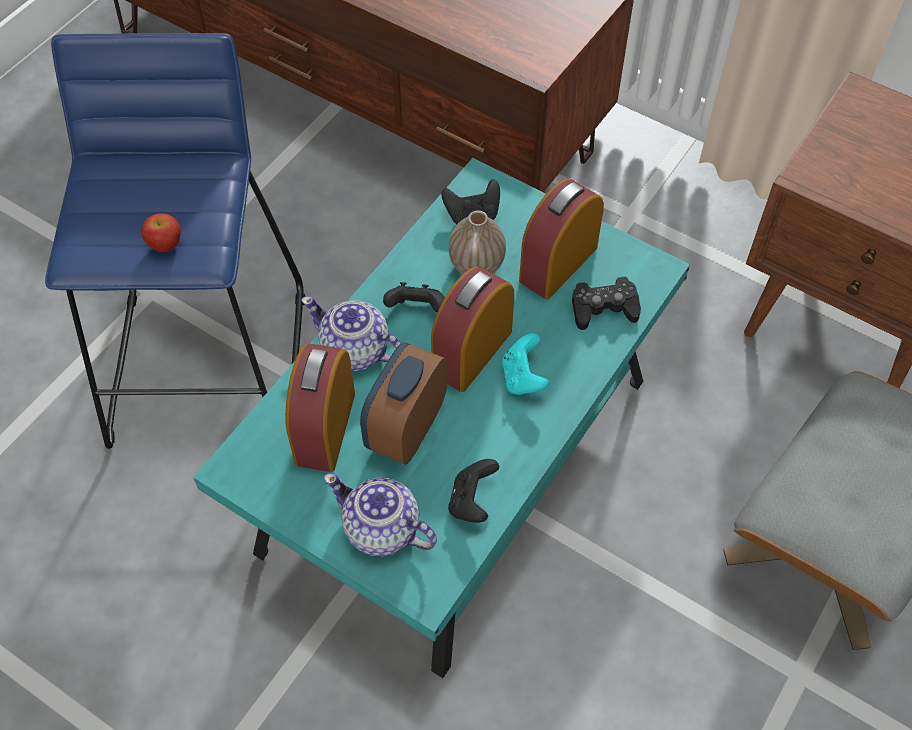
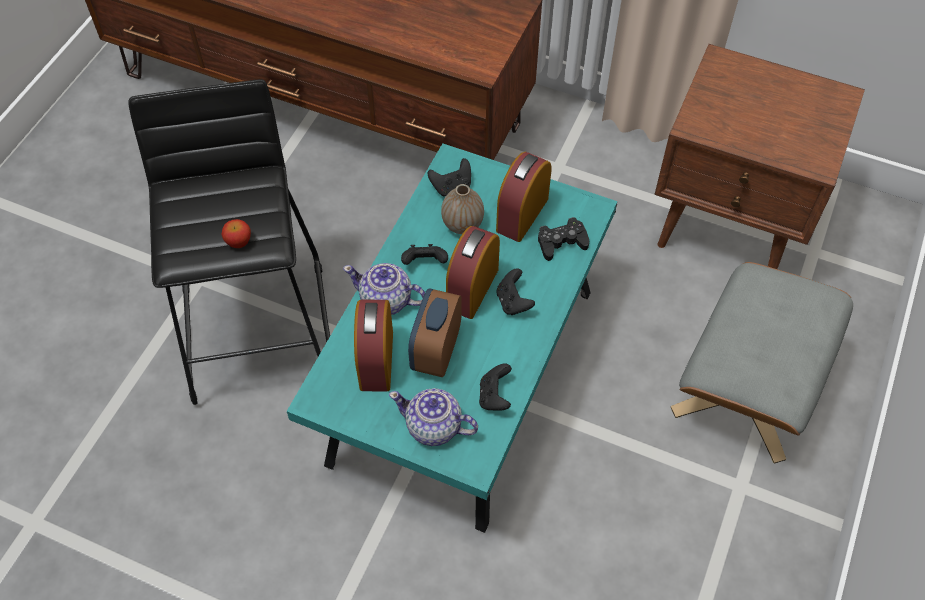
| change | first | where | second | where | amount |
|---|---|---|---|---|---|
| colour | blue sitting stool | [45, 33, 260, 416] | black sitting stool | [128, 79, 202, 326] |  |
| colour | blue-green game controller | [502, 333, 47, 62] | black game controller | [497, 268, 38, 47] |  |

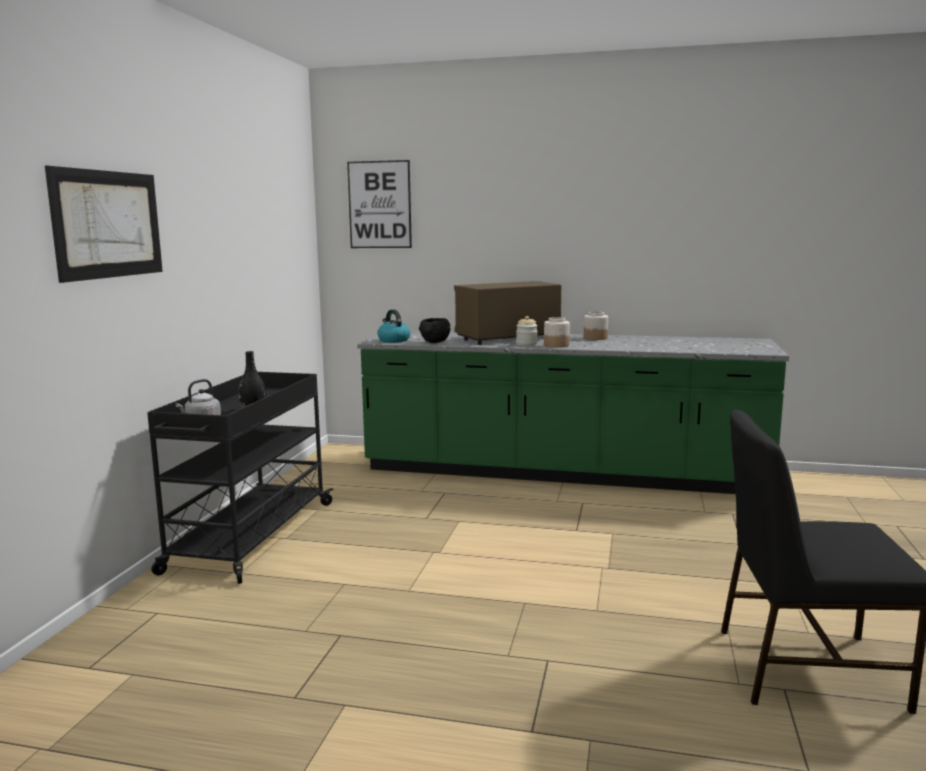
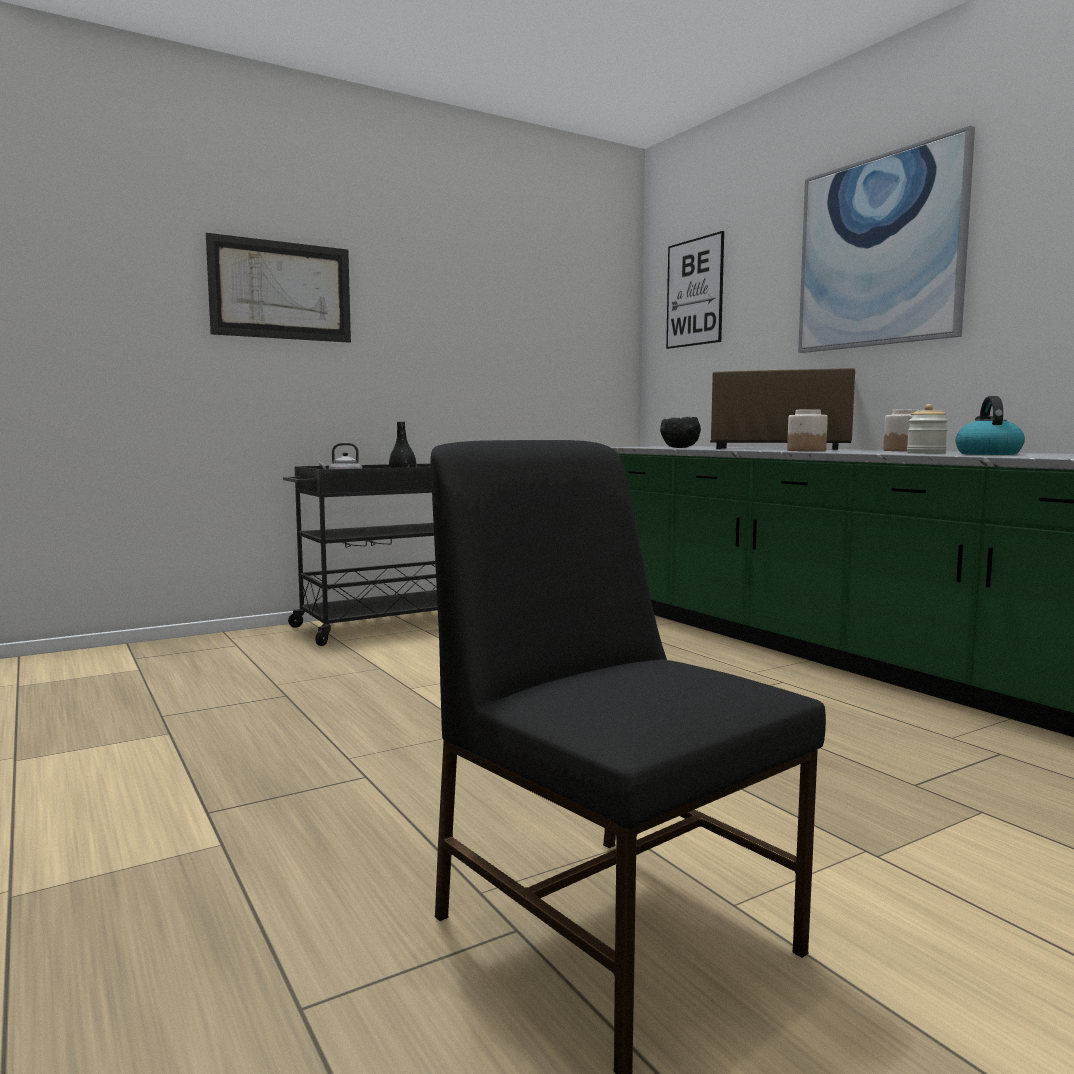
| change | first | where | second | where | amount |
|---|---|---|---|---|---|
| relocated | kettle | [378, 309, 32, 34] |  | [956, 396, 69, 59] |  |
| relocated | jar | [516, 316, 22, 30] |  | [907, 404, 41, 50] |  |
| appeared |  |  | wall picture | [798, 126, 177, 227] |  |

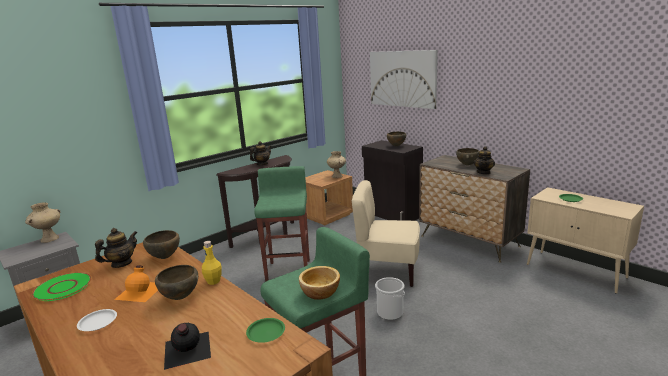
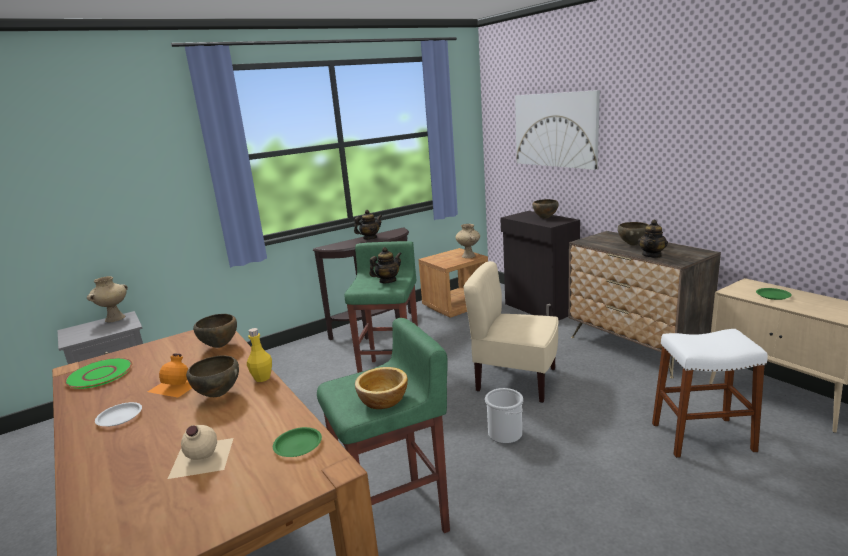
| change | first | where | second | where | amount |
|---|---|---|---|---|---|
| relocated | pot for tea | [95, 228, 43, 40] |  | [370, 247, 32, 36] |  |
| colour | black drink bottle | [164, 323, 47, 47] | beige drink bottle | [168, 425, 65, 54] |  |
| appeared |  |  | whitish sitting stool | [652, 329, 116, 129] |  |

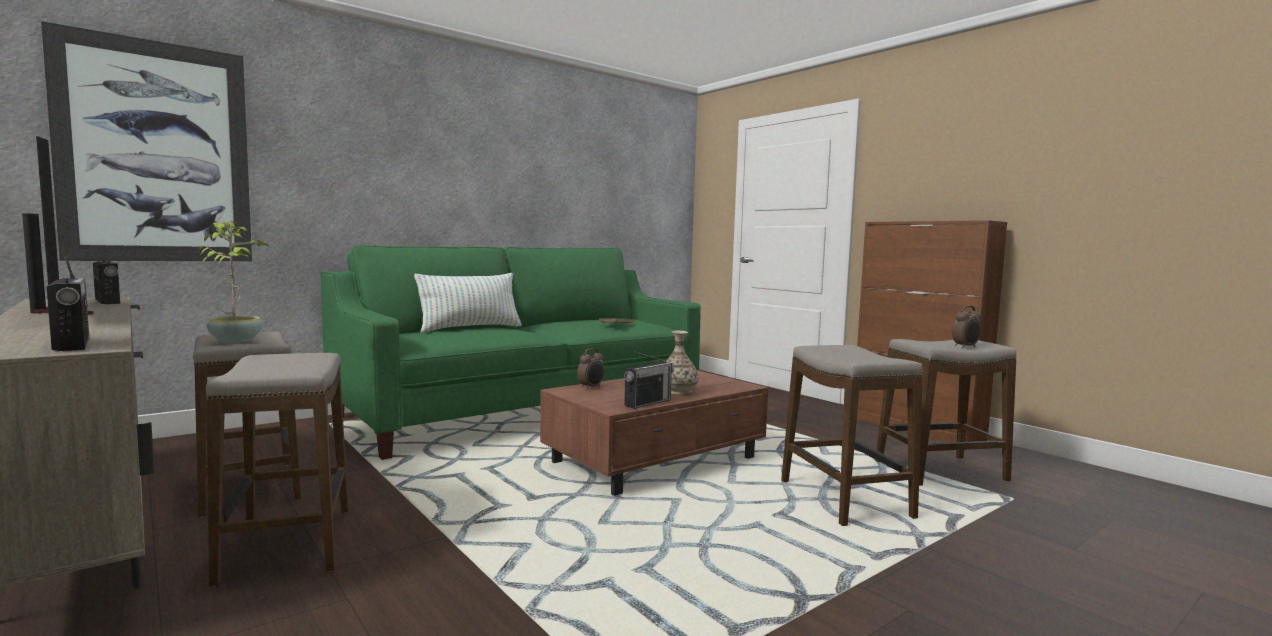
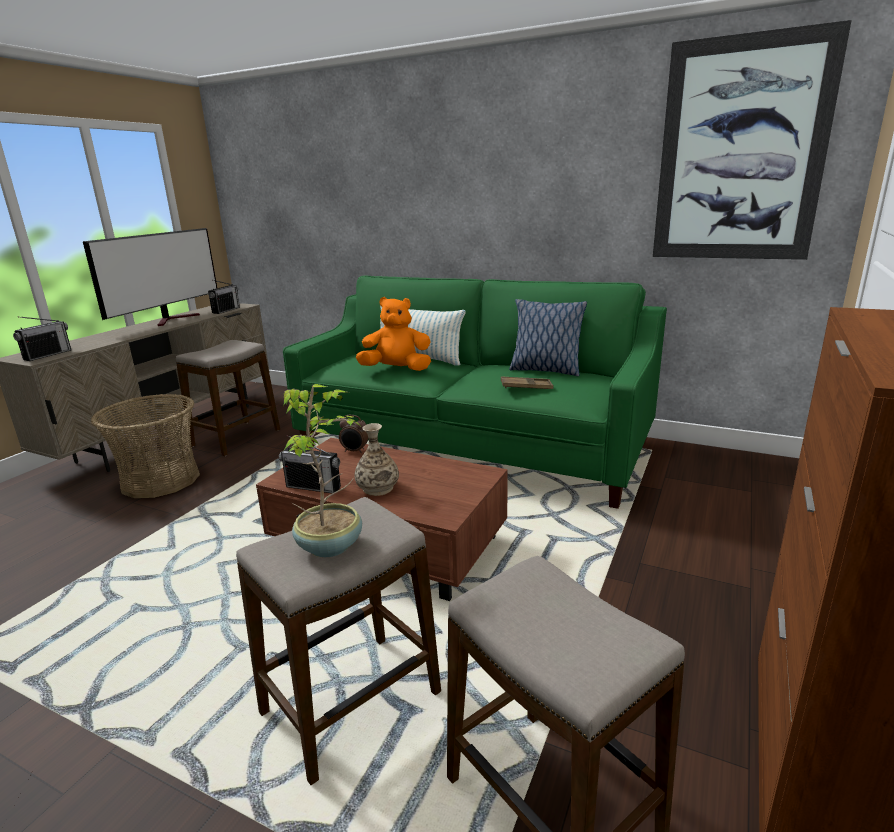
| change | first | where | second | where | amount |
|---|---|---|---|---|---|
| relocated | wall picture | [41, 21, 211, 240] |  | [653, 20, 199, 240] |  |
| relocated | houseplant | [199, 221, 70, 122] |  | [283, 384, 79, 173] |  |
| exchanged | sitting stool | [206, 353, 142, 234] | basket | [91, 394, 109, 104] |  |
| missing | alarm clock | [952, 306, 29, 42] |  |  |  |
| appeared |  |  | orange plush toy | [356, 297, 75, 74] |  |
| appeared |  |  | pillow | [509, 299, 78, 77] |  |

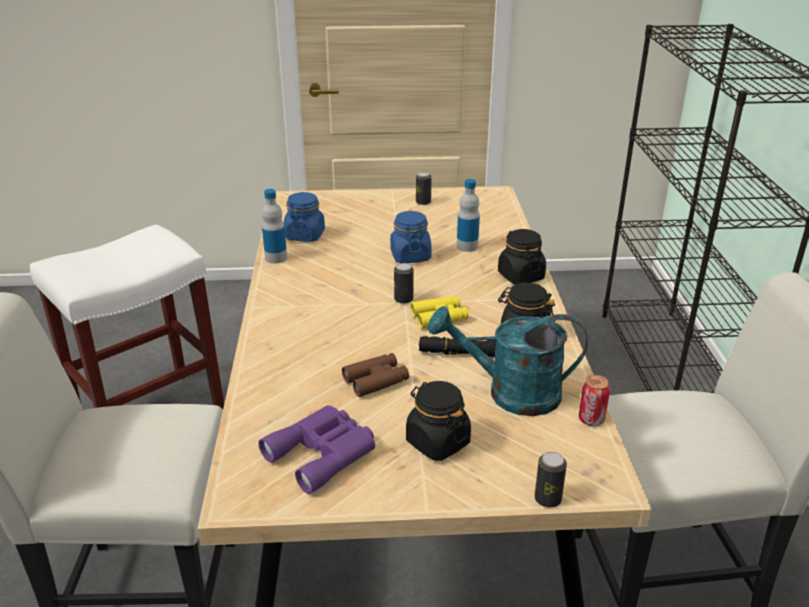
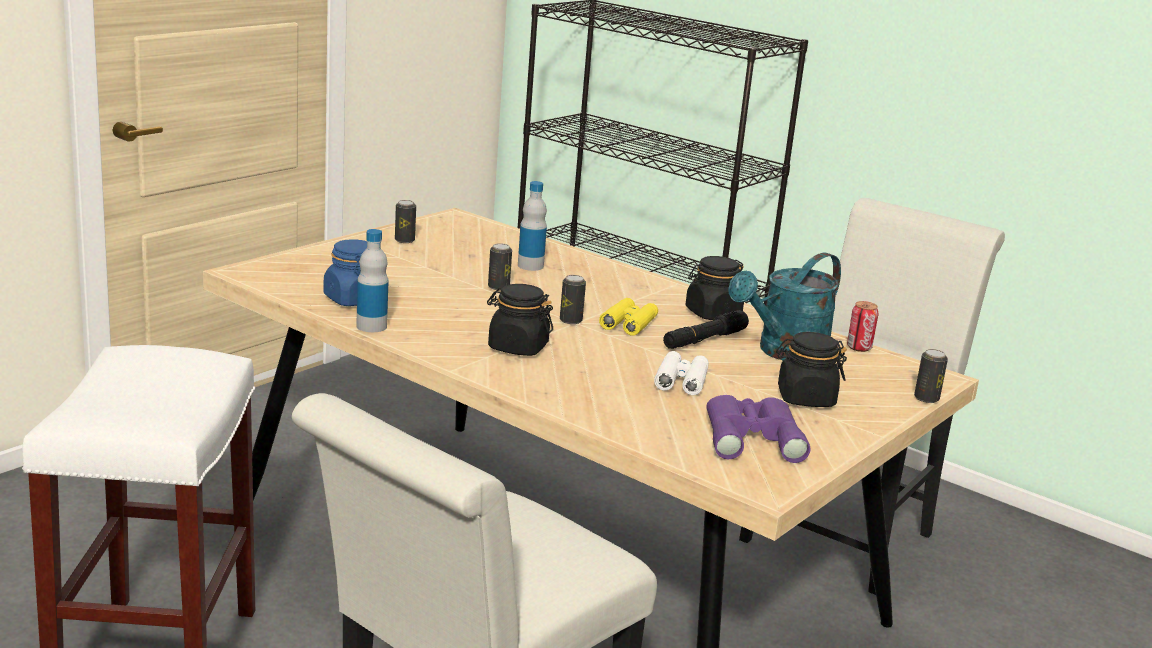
| change | first | where | second | where | amount |
|---|---|---|---|---|---|
| colour | brownish binoculars | [342, 353, 67, 44] | whitish binoculars | [654, 351, 55, 44] |  |
| exchanged | blue jar | [390, 211, 41, 52] | sealed can | [488, 243, 24, 47] |  |
| relocated | black jar | [498, 229, 48, 55] |  | [487, 284, 66, 72] |  |

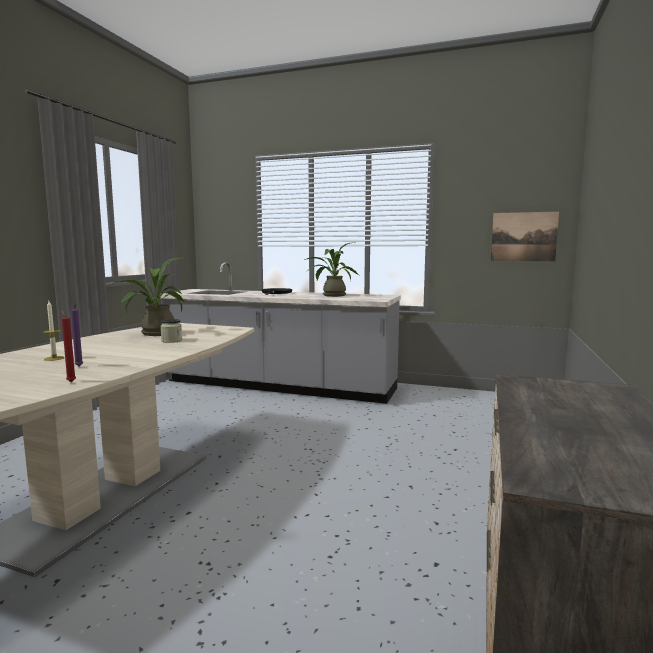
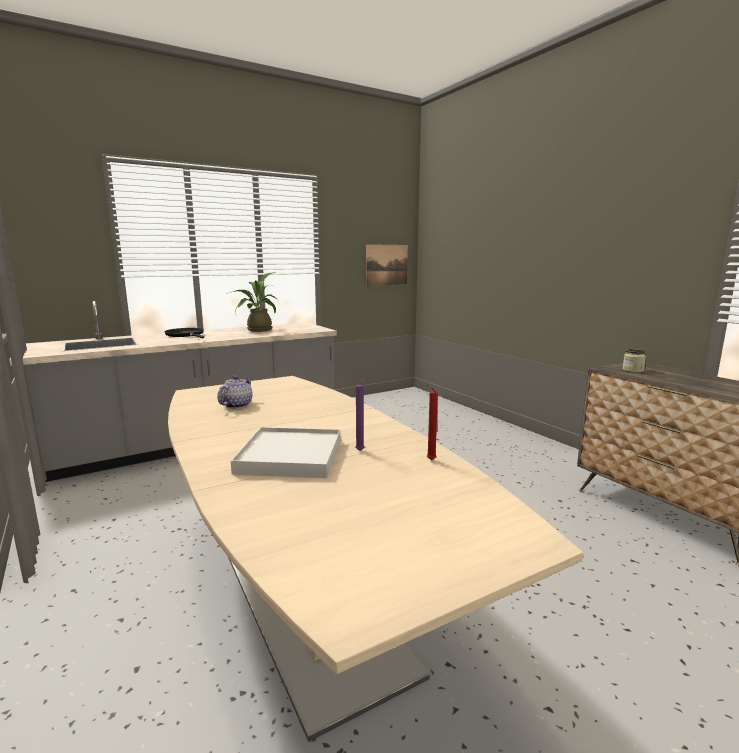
| change | first | where | second | where | amount |
|---|---|---|---|---|---|
| exchanged | candle | [43, 301, 22, 60] | whitish carrying tray | [231, 427, 110, 51] |  |
| exchanged | houseplant | [107, 257, 78, 79] | pot for tea | [217, 375, 36, 34] |  |
| relocated | jar | [160, 319, 22, 24] |  | [622, 349, 24, 23] |  |

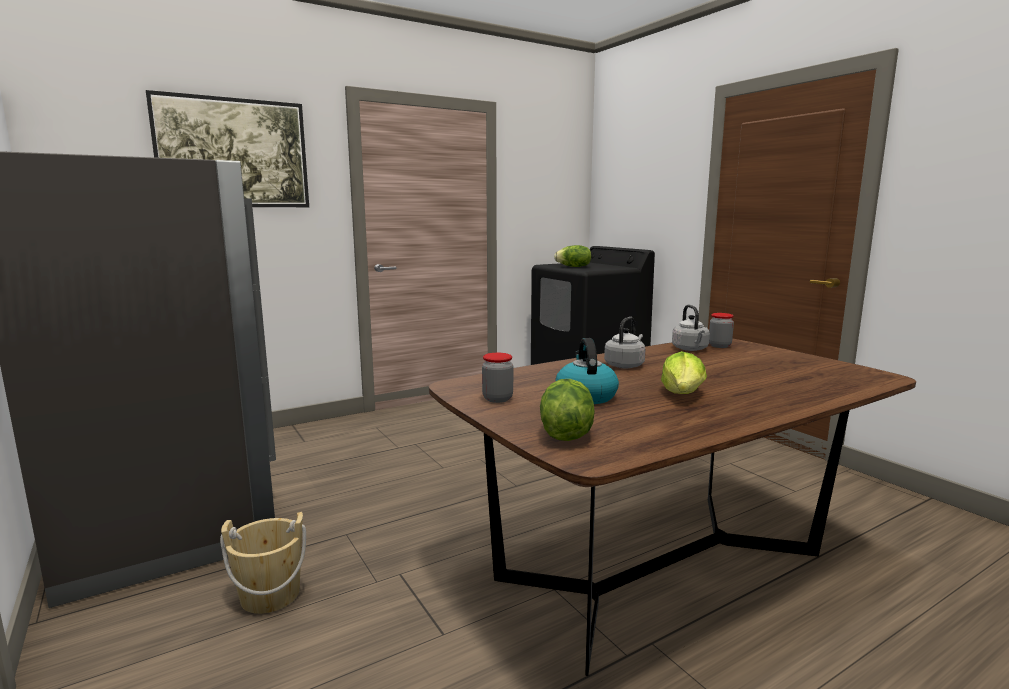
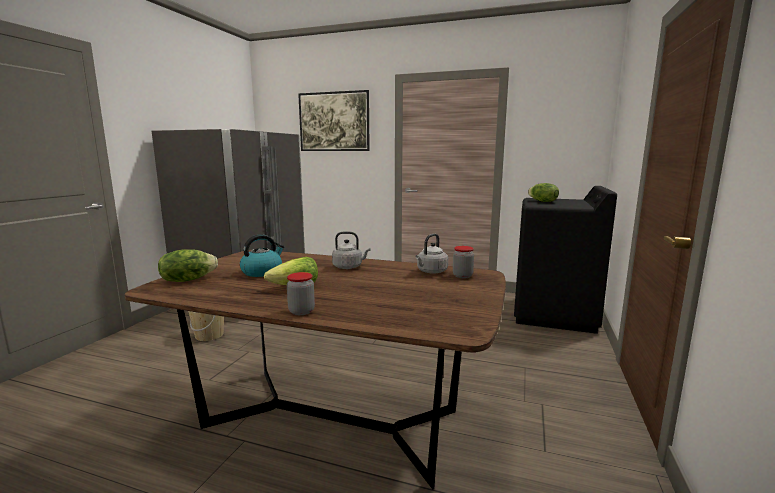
| change | first | where | second | where | amount |
|---|---|---|---|---|---|
| relocated | jar | [482, 353, 31, 50] |  | [287, 272, 28, 43] |  |

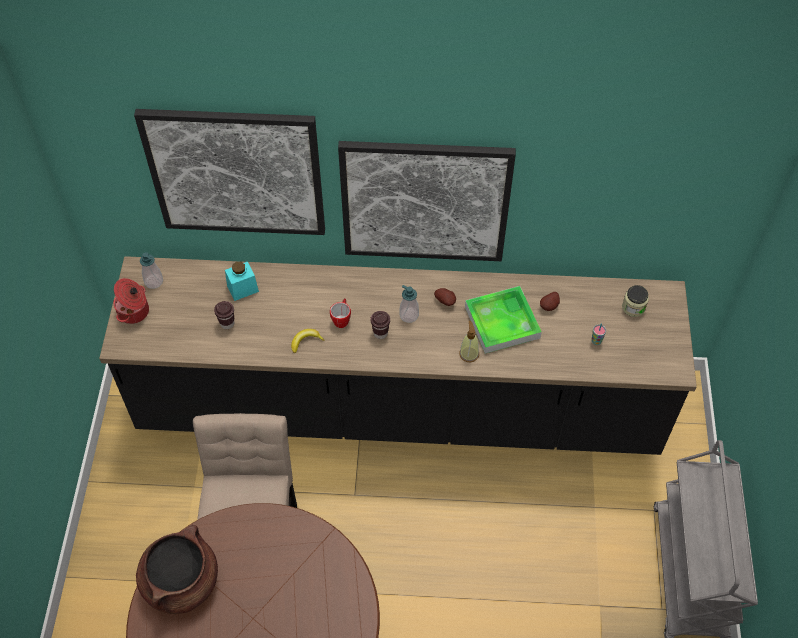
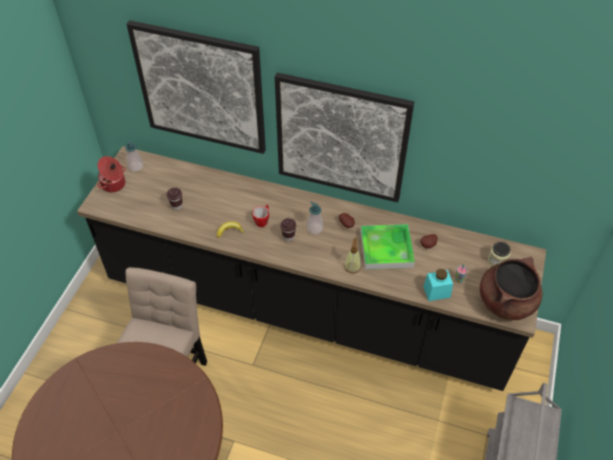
| change | first | where | second | where | amount |
|---|---|---|---|---|---|
| relocated | brownish cooking pot | [136, 525, 82, 89] |  | [480, 257, 62, 63] |  |
| relocated | blue-green jar | [225, 262, 34, 39] |  | [423, 269, 30, 32] |  |

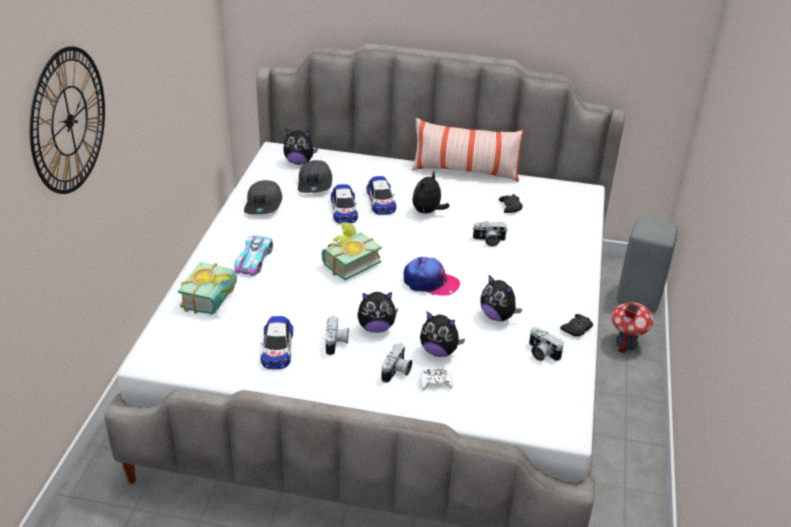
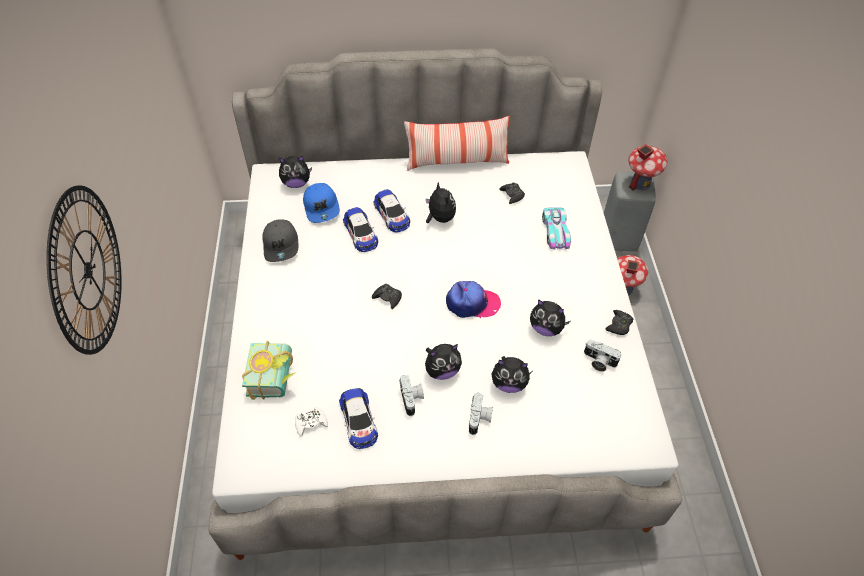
| change | first | where | second | where | amount |
|---|---|---|---|---|---|
| relocated | model car | [234, 236, 39, 40] |  | [542, 207, 29, 43] |  |
| colour | grey baseball cap | [298, 160, 34, 33] | blue baseball cap | [303, 183, 37, 40] |  |
| exchanged | volume | [322, 222, 60, 59] | black game controller | [372, 284, 30, 25] |  |
| spun | plush toy | [412, 171, 38, 43] |  | [426, 181, 30, 42] | 135 degrees clockwise |
| relocated | whitish game controller | [420, 367, 33, 24] |  | [295, 407, 33, 30] |  |
| missing | photo camera | [472, 221, 35, 25] |  |  |  |
| appeared |  |  | toy house | [629, 144, 39, 46] |  |

